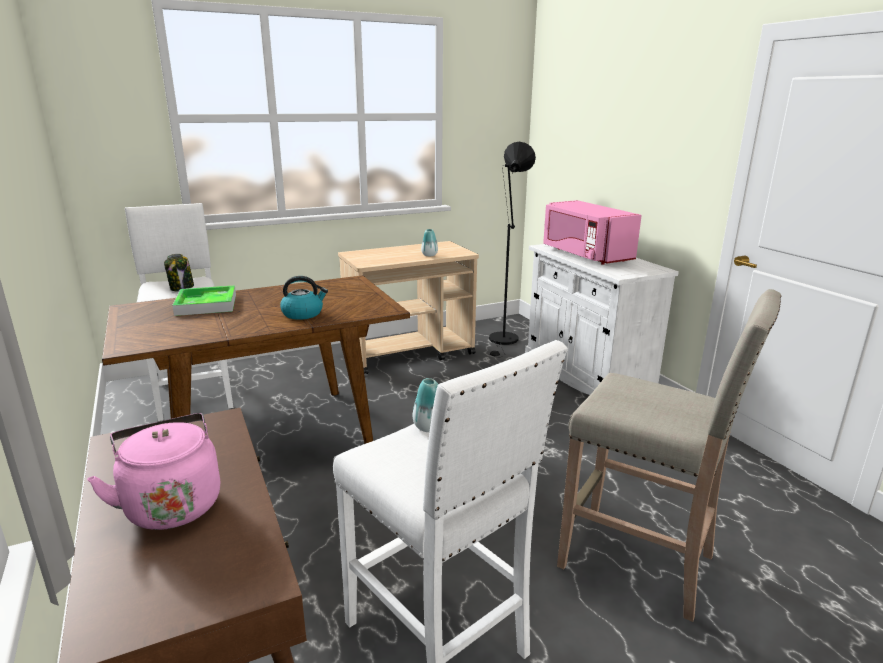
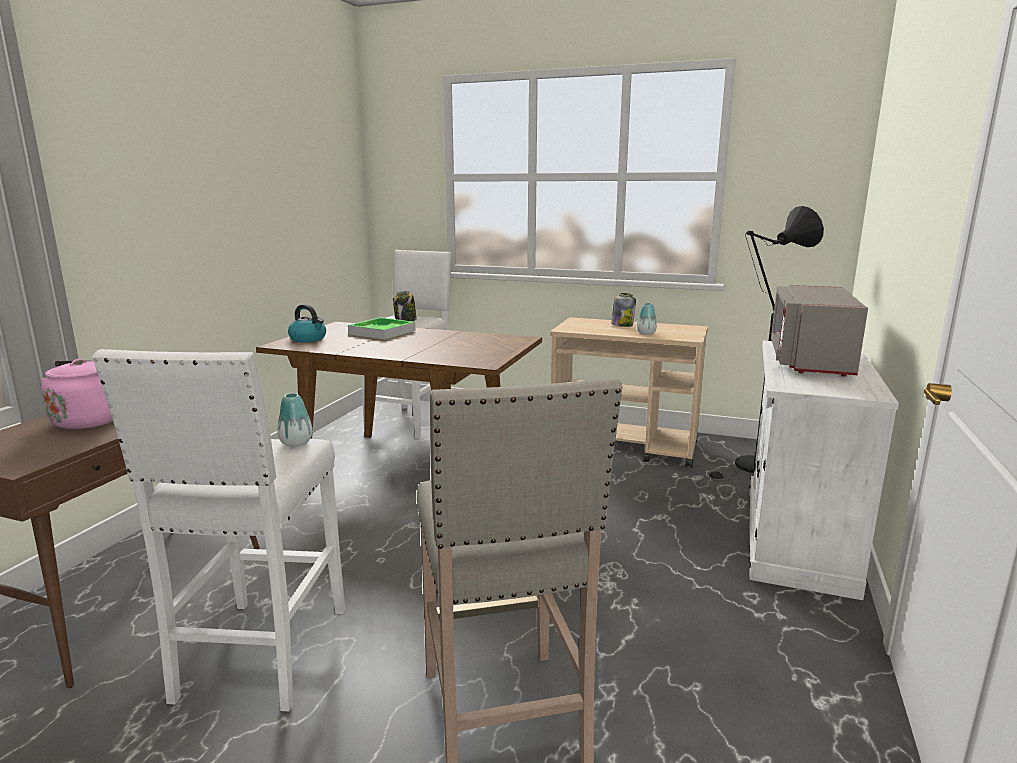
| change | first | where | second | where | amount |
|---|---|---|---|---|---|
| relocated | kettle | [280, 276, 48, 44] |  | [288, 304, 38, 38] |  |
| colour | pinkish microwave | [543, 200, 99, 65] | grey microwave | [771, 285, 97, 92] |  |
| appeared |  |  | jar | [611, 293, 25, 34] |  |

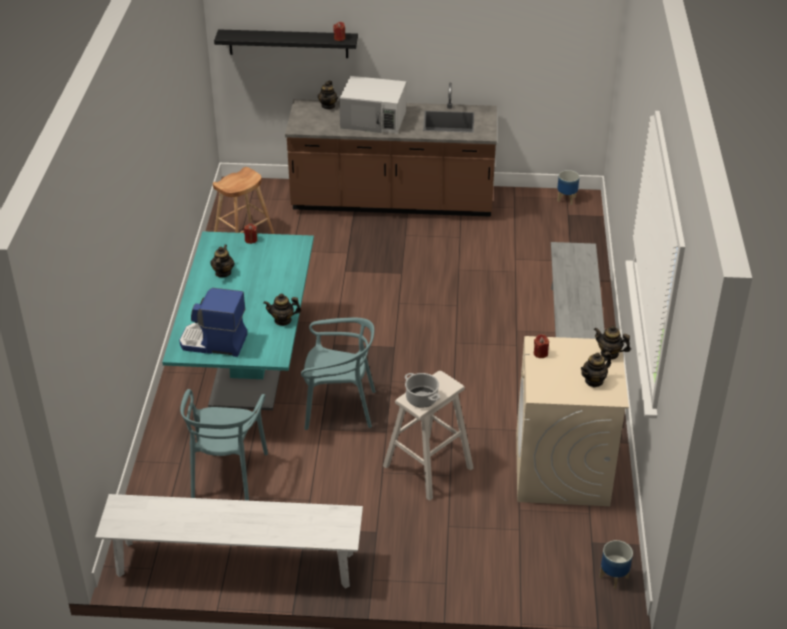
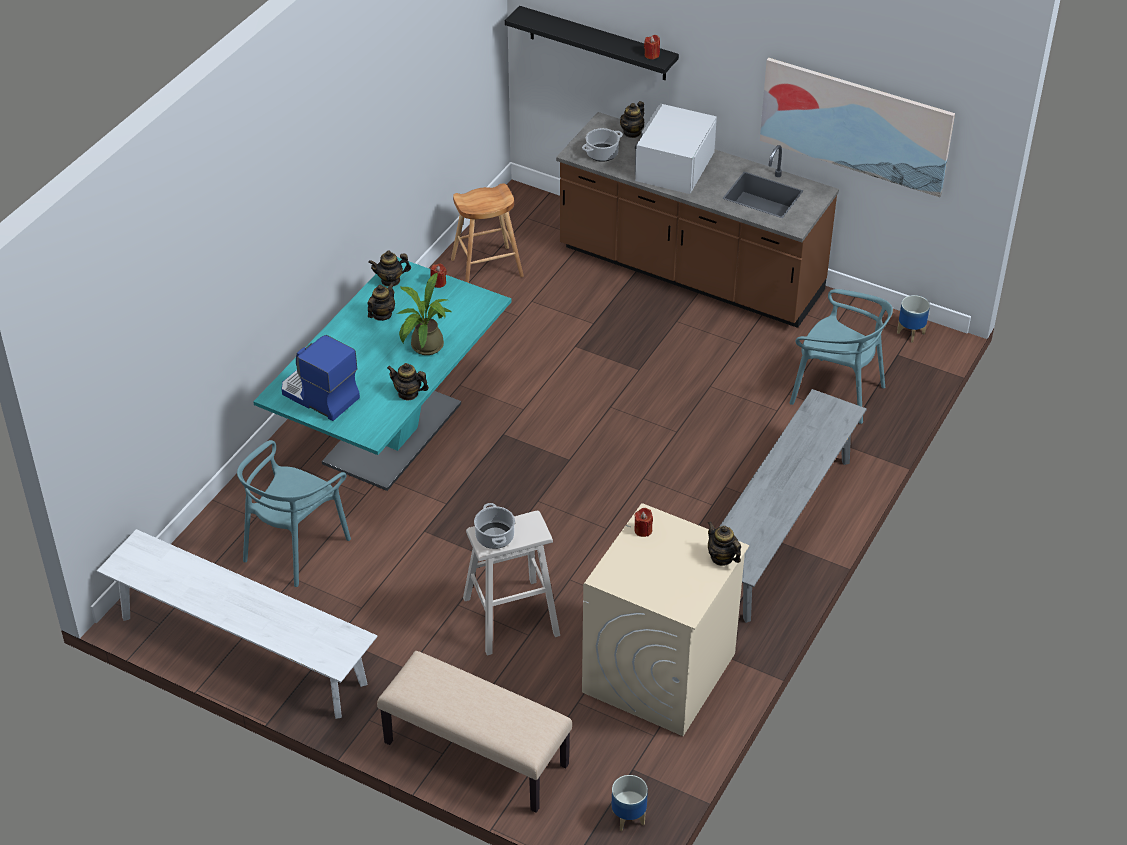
| change | first | where | second | where | amount |
|---|---|---|---|---|---|
| relocated | blue-green chair | [301, 317, 75, 113] |  | [789, 289, 104, 135] |  |
| spun | whitish microwave | [339, 76, 67, 57] |  | [635, 103, 82, 91] | 75 degrees clockwise |
| relocated | pot for tea | [581, 351, 30, 36] |  | [368, 251, 43, 36] |  |
| appeared |  |  | beige long seat | [377, 651, 195, 162] |  |
| appeared |  |  | houseplant | [397, 273, 56, 82] |  |
| appeared |  |  | cooking pot | [582, 128, 41, 34] |  |
| appeared |  |  | wall picture | [760, 58, 195, 139] |  |

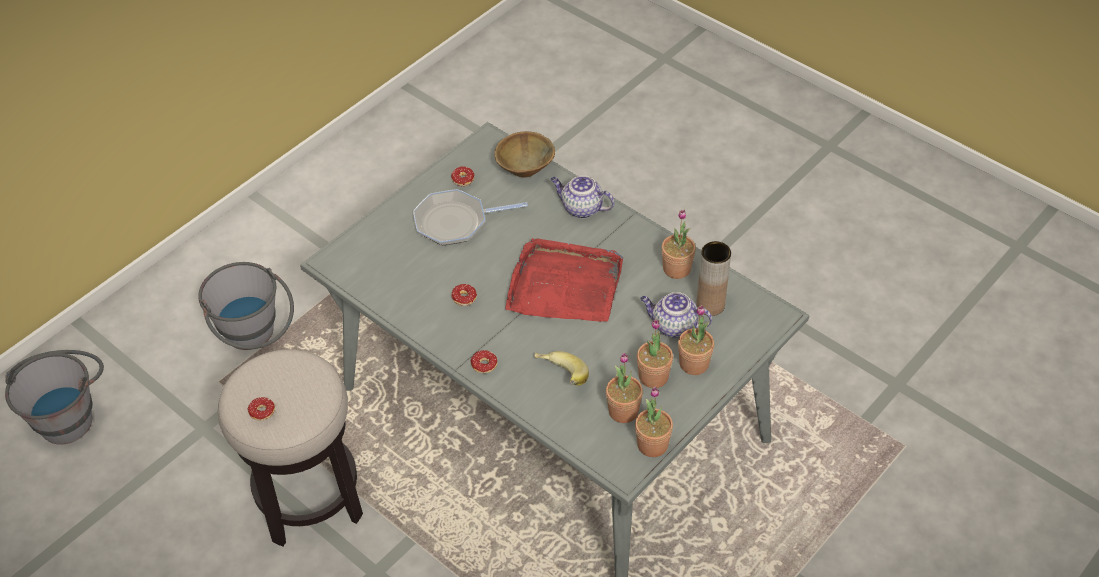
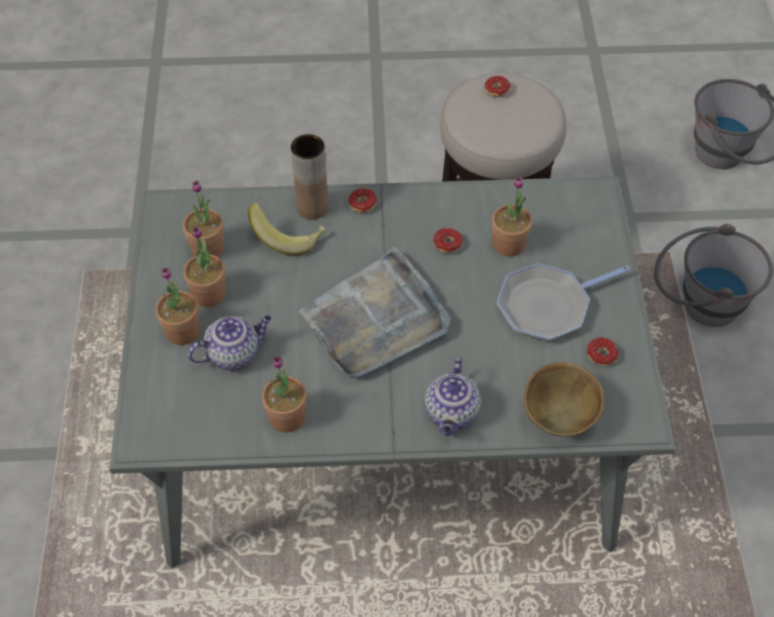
| change | first | where | second | where | amount |
|---|---|---|---|---|---|
| spun | frying pan | [413, 189, 115, 57] |  | [497, 263, 133, 78] | 150 degrees counterclockwise |
| colour | red carrying tray | [505, 238, 118, 84] | grey carrying tray | [298, 247, 153, 131] |  |
| spun | pot for tea | [551, 175, 64, 43] |  | [425, 357, 56, 79] | 120 degrees clockwise |
| relocated | houseplant | [635, 386, 38, 71] |  | [492, 177, 40, 80] |  |
| relocated | brownish vase | [697, 241, 34, 75] |  | [291, 134, 37, 85] |  |

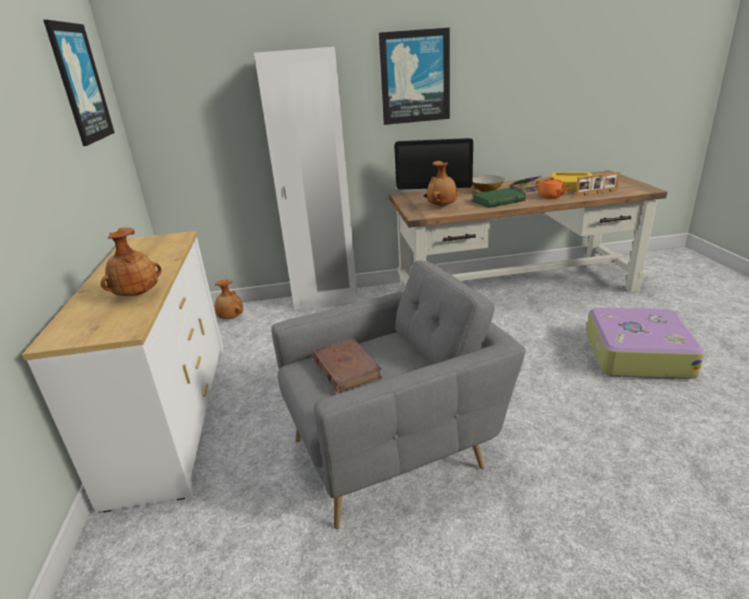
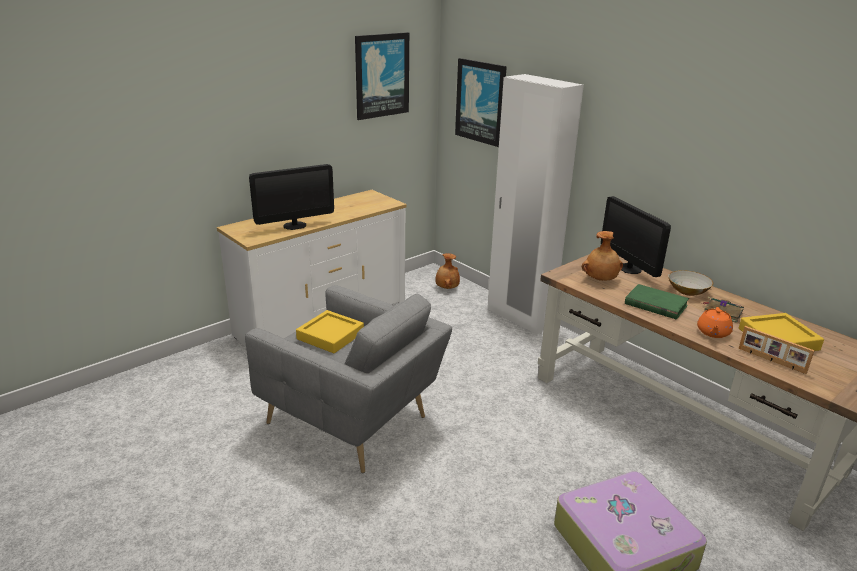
| change | first | where | second | where | amount |
|---|---|---|---|---|---|
| exchanged | brownish vase | [101, 227, 60, 69] | monitor | [249, 164, 85, 66] |  |
| exchanged | brownish volume | [312, 338, 70, 55] | yellow carrying tray | [296, 310, 68, 43] |  |
| relocated | wall picture | [379, 28, 71, 97] |  | [455, 58, 52, 89] |  |

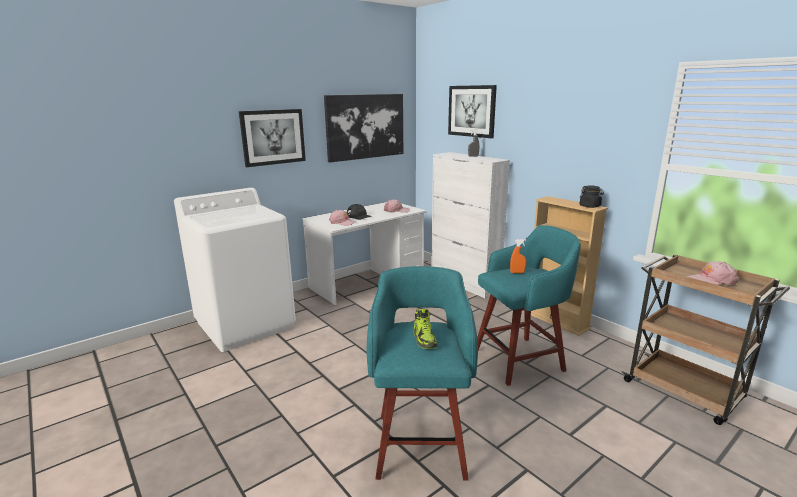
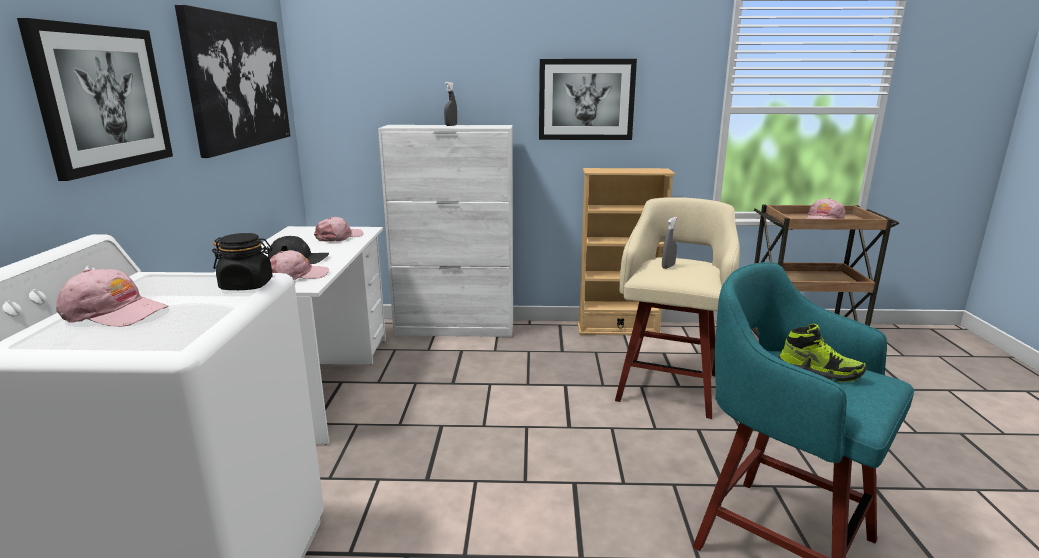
| change | first | where | second | where | amount |
|---|---|---|---|---|---|
| relocated | wall picture | [448, 85, 49, 53] |  | [539, 59, 98, 81] |  |
| colour | blue-green sitting stool | [477, 225, 104, 161] | beige sitting stool | [615, 197, 125, 222] |  |
| colour | orange hand sprayer | [510, 239, 16, 34] | grey hand sprayer | [662, 217, 15, 52] |  |
| relocated | black jar | [579, 186, 25, 22] |  | [212, 233, 61, 57] |  |
| appeared |  |  | pinkish baseball cap | [56, 269, 113, 58] |  |

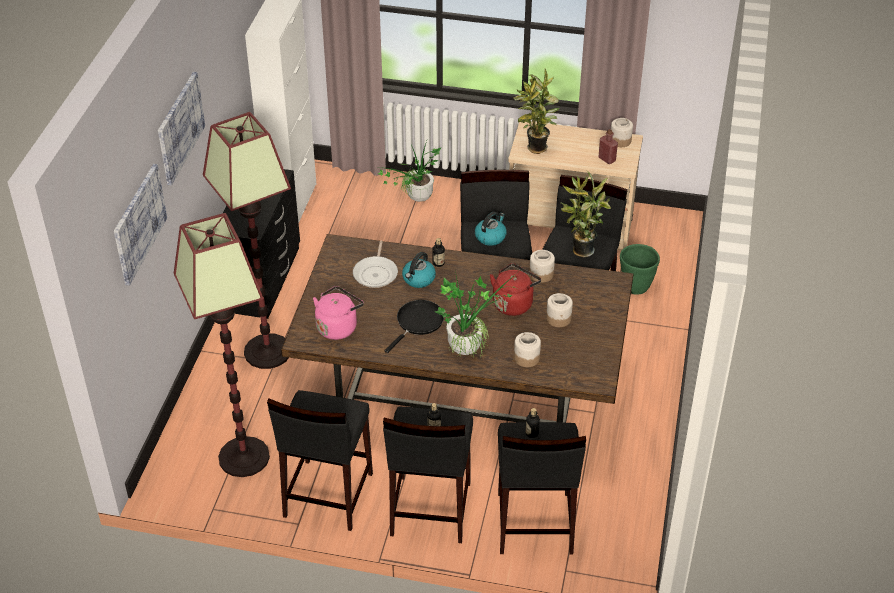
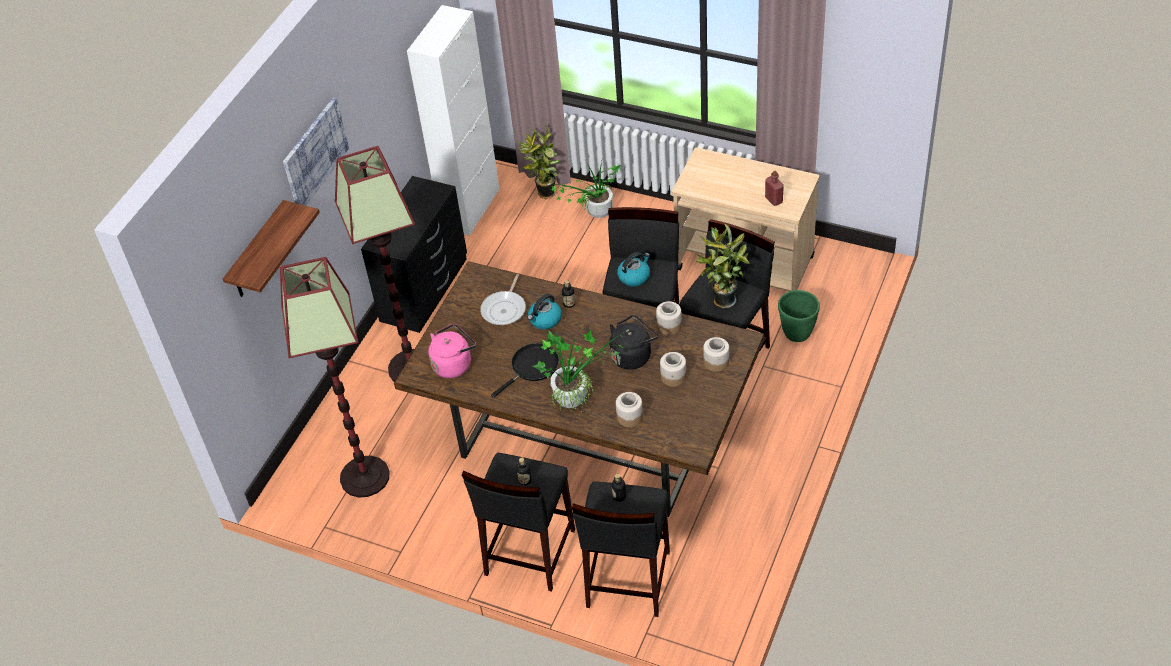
| change | first | where | second | where | amount |
|---|---|---|---|---|---|
| exchanged | wall picture | [114, 164, 53, 122] | bracket shelf | [223, 200, 97, 97] |  |
| missing | black sitting stool | [267, 390, 106, 141] |  |  |  |
| colour | red kettle | [490, 263, 51, 53] | black kettle | [609, 315, 49, 55] |  |
| relocated | houseplant | [513, 69, 47, 85] |  | [518, 124, 43, 75] |  |
| relocated | jar | [611, 118, 22, 29] |  | [703, 337, 26, 35] |  |

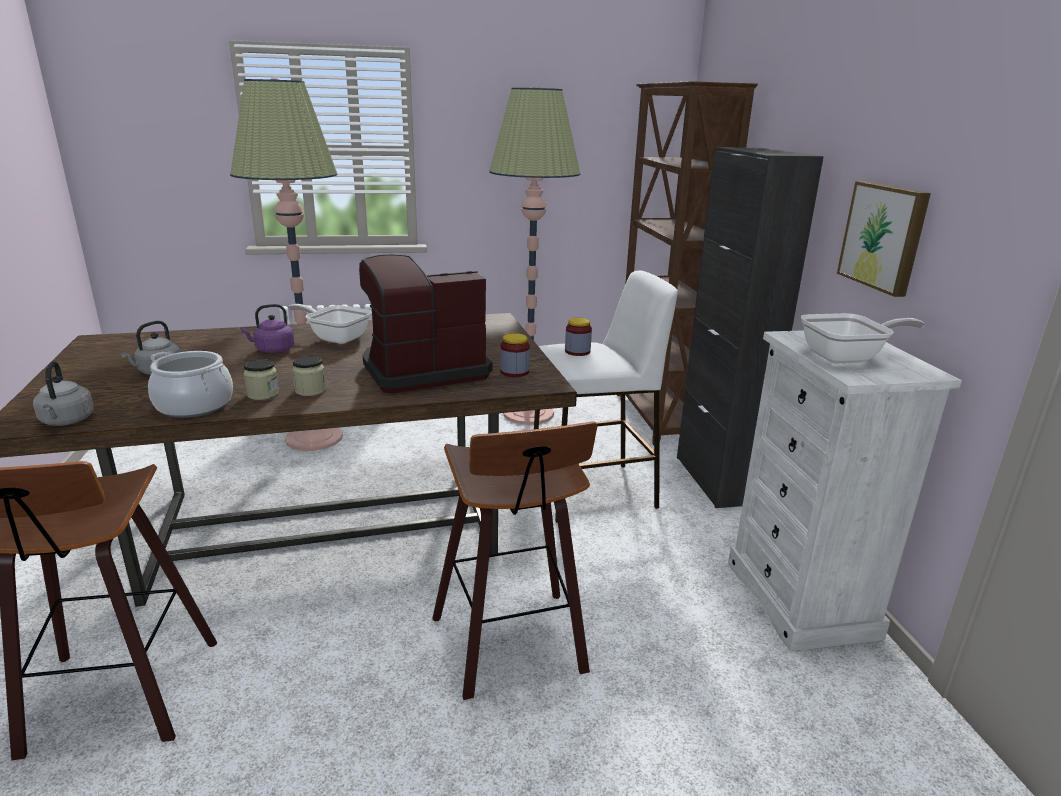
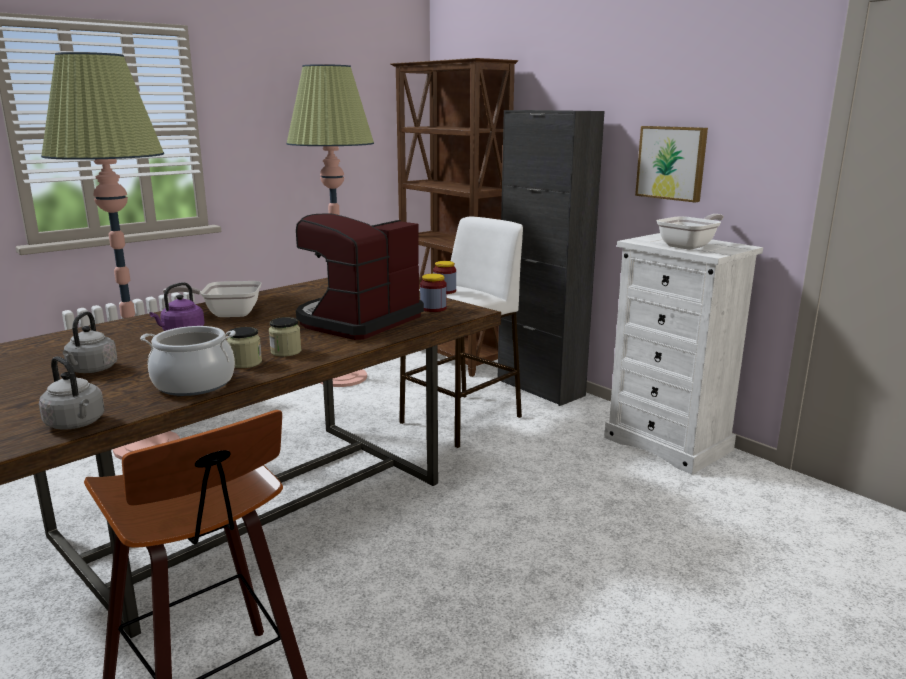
| change | first | where | second | where | amount |
|---|---|---|---|---|---|
| missing | sitting stool | [432, 421, 166, 279] |  |  |  |

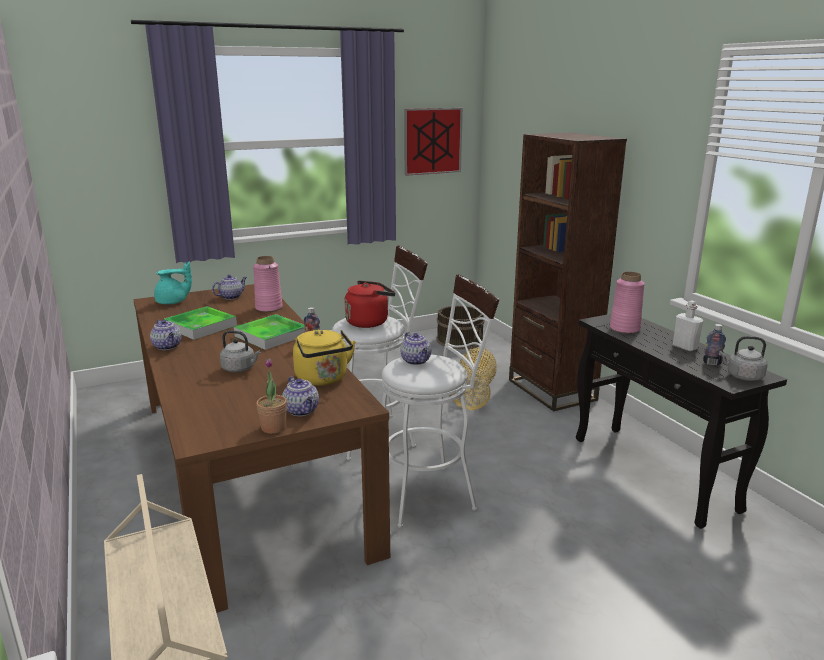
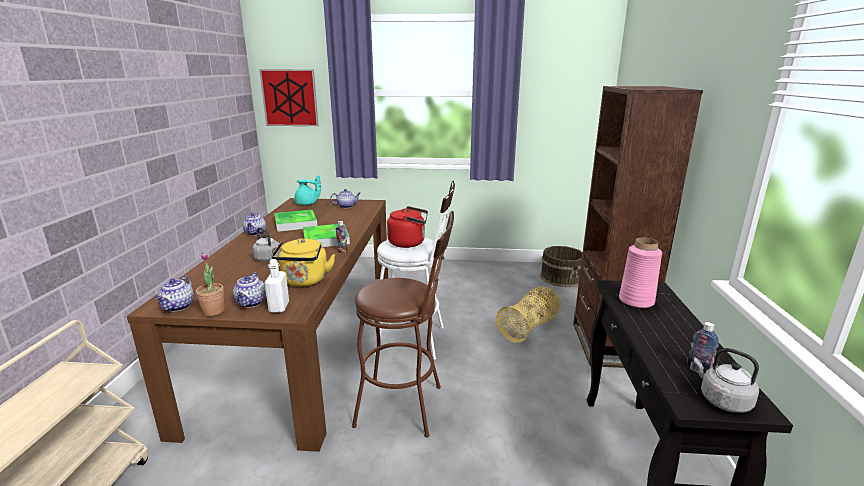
| change | first | where | second | where | amount |
|---|---|---|---|---|---|
| missing | pinkish vase | [253, 256, 30, 56] |  |  |  |
| colour | whitish sitting stool | [382, 274, 117, 254] | brownish sitting stool | [352, 211, 102, 226] |  |
| relocated | pot for tea | [400, 332, 31, 33] |  | [156, 276, 38, 35] |  |
| relocated | wall picture | [404, 108, 59, 68] |  | [259, 69, 60, 57] |  |
| relocated | whitish drink bottle | [673, 301, 30, 50] |  | [264, 259, 25, 54] |  |

